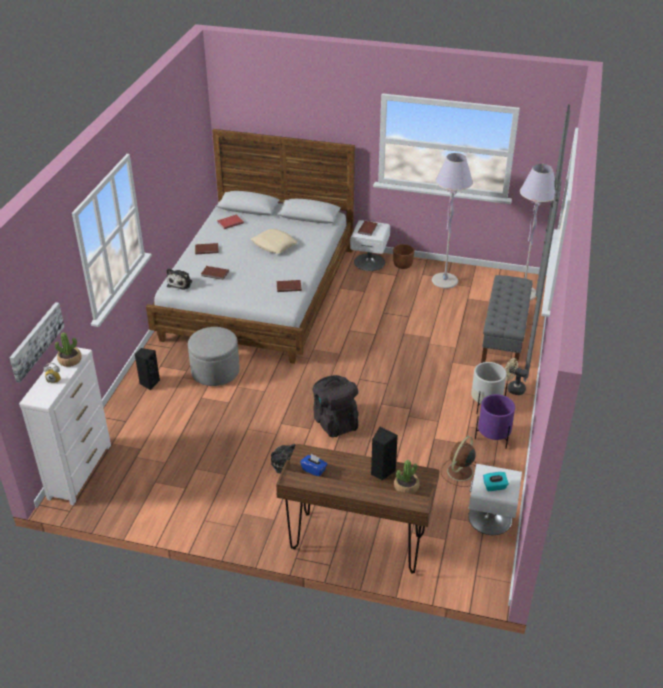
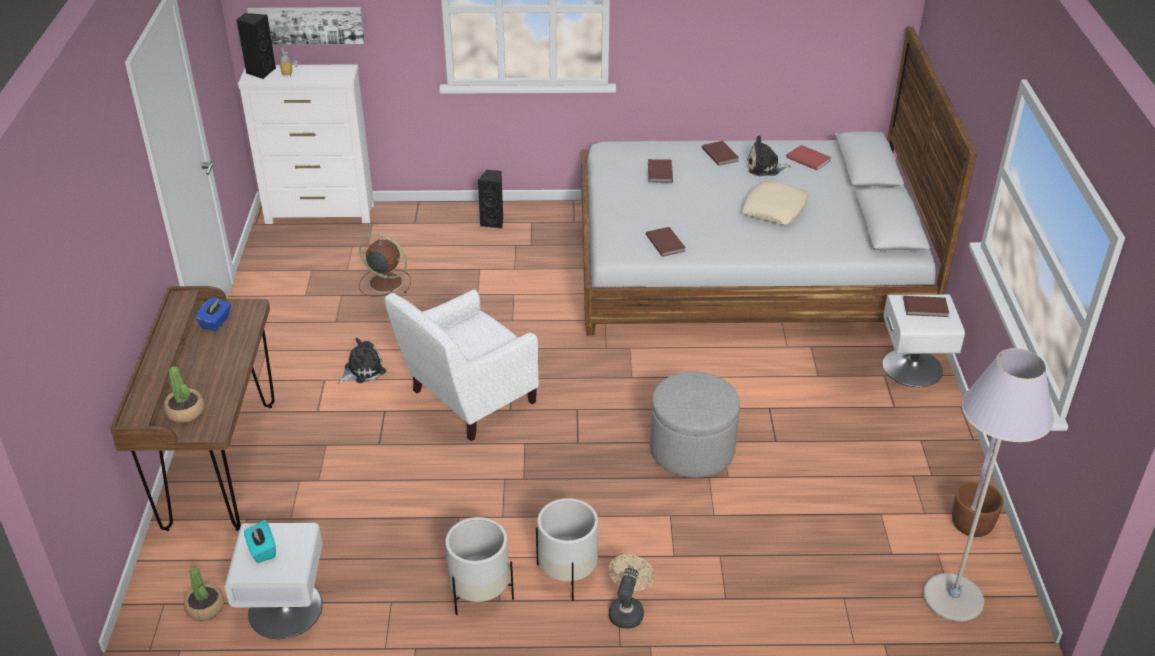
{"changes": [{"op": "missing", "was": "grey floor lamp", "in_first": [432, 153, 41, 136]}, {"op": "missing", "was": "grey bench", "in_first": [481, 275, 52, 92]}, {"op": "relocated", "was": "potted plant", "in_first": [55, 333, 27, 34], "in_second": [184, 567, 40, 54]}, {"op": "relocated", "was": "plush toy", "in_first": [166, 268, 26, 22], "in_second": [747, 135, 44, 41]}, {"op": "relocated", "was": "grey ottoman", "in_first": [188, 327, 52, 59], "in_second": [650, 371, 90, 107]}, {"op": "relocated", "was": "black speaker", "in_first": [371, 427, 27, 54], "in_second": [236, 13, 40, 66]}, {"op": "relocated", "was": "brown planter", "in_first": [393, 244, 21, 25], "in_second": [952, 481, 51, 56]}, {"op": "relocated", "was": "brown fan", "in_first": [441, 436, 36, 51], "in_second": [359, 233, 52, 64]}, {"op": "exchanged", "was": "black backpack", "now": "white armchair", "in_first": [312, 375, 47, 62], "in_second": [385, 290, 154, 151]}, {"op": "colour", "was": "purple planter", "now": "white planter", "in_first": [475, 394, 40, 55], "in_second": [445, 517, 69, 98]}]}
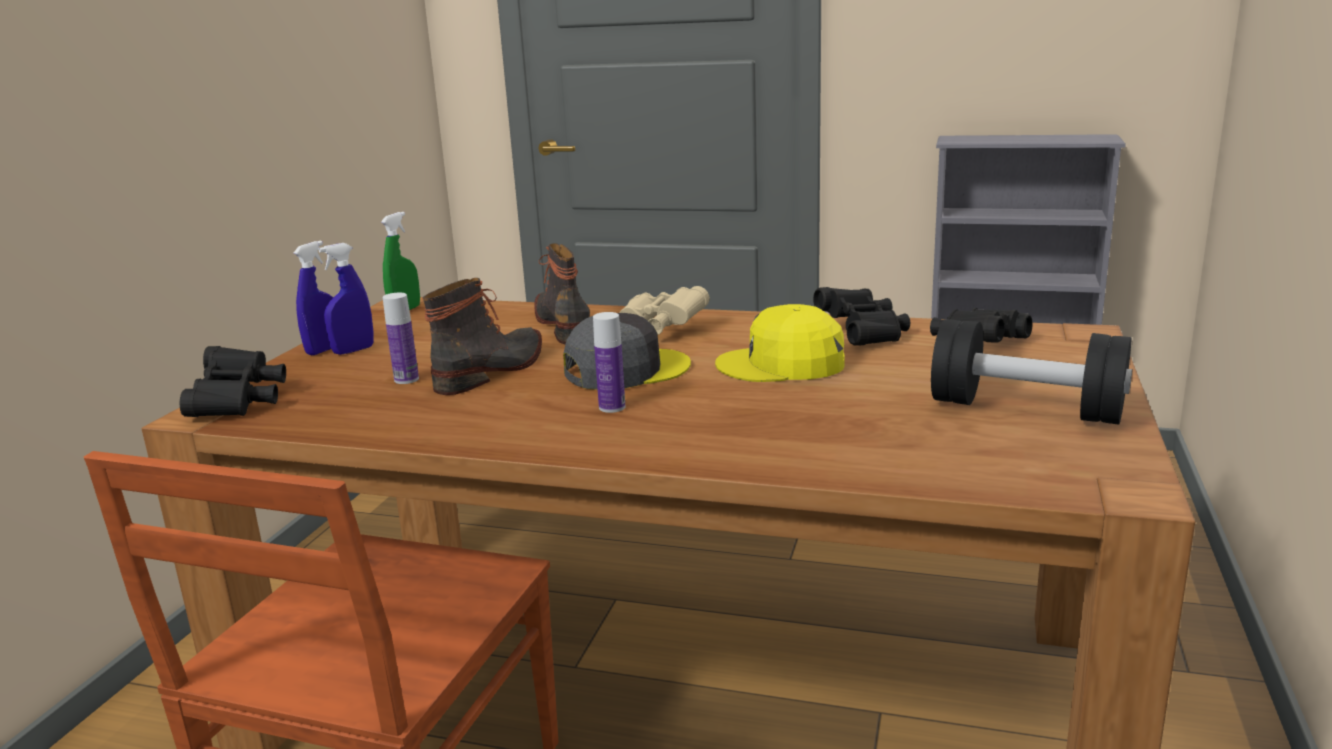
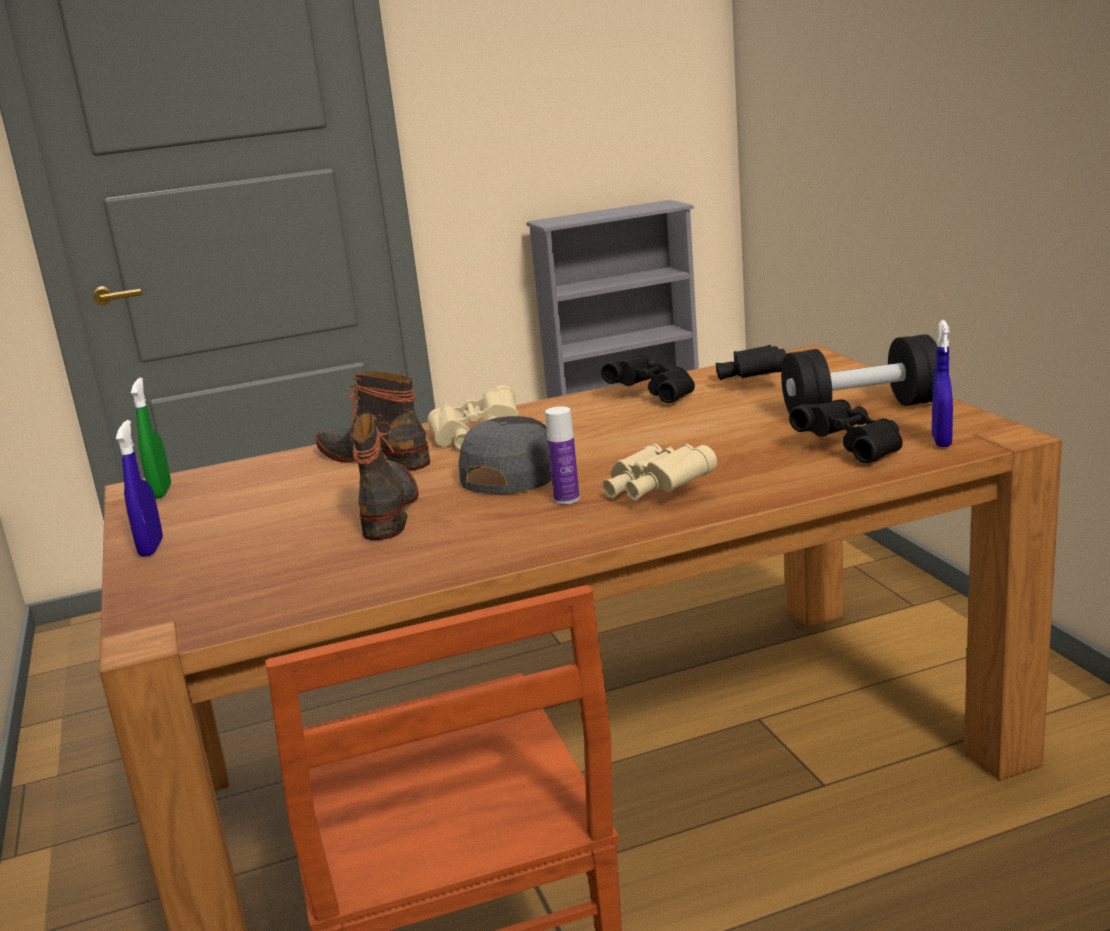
{"changes": [{"op": "missing", "was": "bottle", "in_first": [383, 293, 36, 91]}, {"op": "missing", "was": "yellow cap", "in_first": [715, 304, 130, 78]}, {"op": "appeared", "now": "beige binoculars", "in_second": [603, 444, 114, 57]}, {"op": "relocated", "was": "black binoculars", "in_first": [180, 346, 106, 71], "in_second": [789, 399, 114, 64]}, {"op": "relocated", "was": "blue spray bottle", "in_first": [319, 243, 55, 112], "in_second": [932, 320, 21, 127]}]}
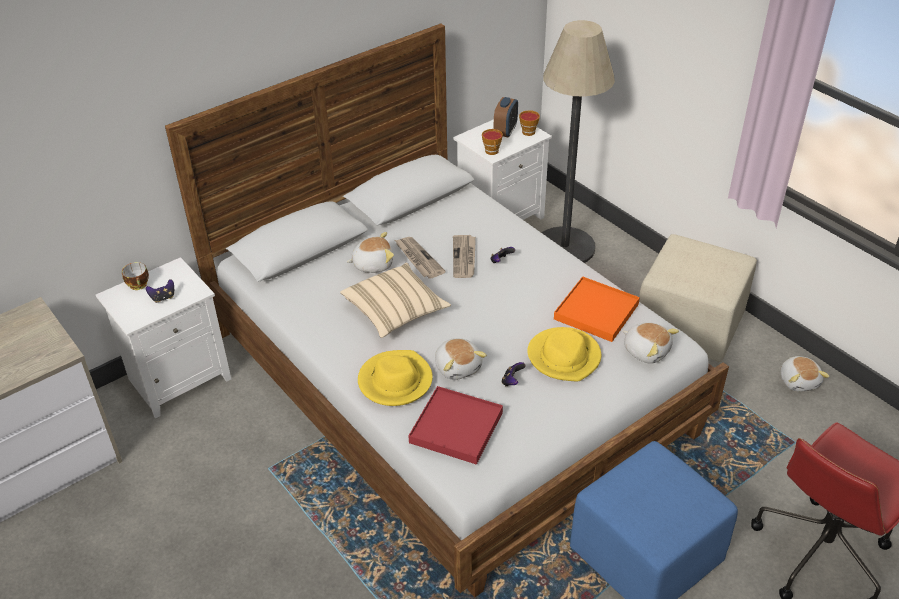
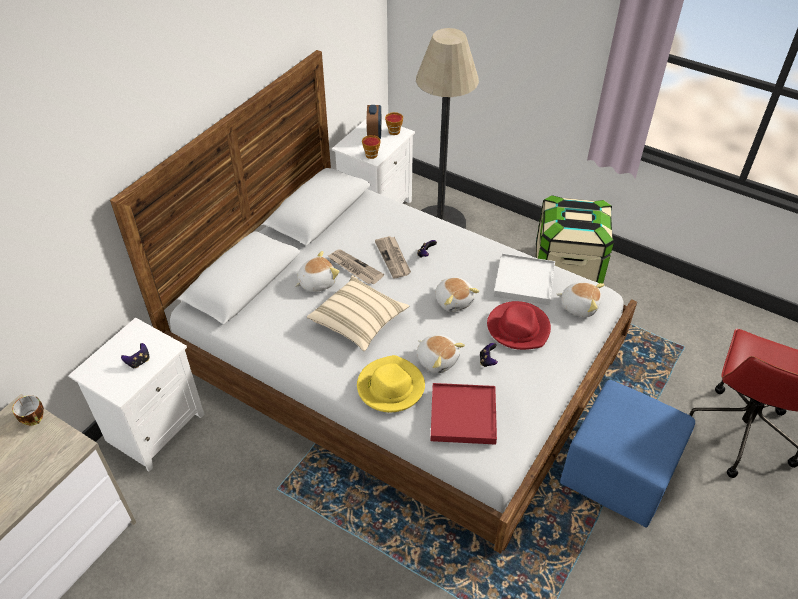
{"changes": [{"op": "relocated", "was": "cup", "in_first": [122, 262, 27, 28], "in_second": [12, 395, 32, 31]}, {"op": "relocated", "was": "plush toy", "in_first": [781, 356, 49, 36], "in_second": [435, 277, 45, 35]}, {"op": "exchanged", "was": "beige ottoman", "now": "storage box", "in_first": [639, 234, 118, 128], "in_second": [535, 195, 79, 88]}, {"op": "colour", "was": "yellow hat", "now": "red hat", "in_first": [527, 327, 74, 54], "in_second": [487, 301, 64, 49]}, {"op": "colour", "was": "orange tray", "now": "white tray", "in_first": [554, 276, 86, 66], "in_second": [494, 253, 61, 52]}]}
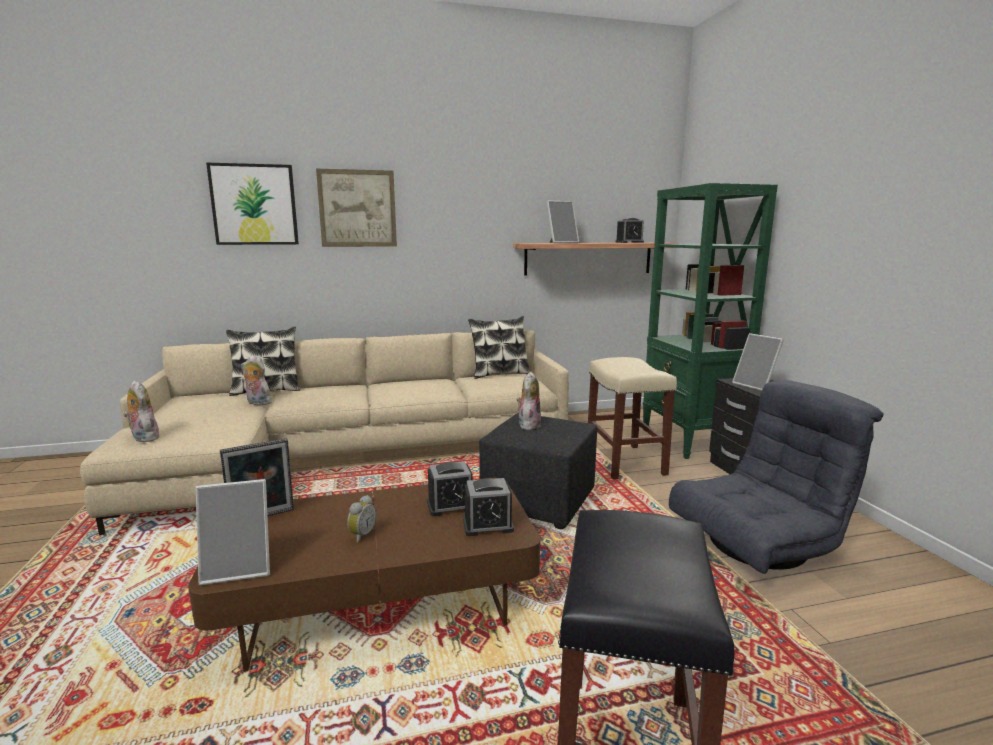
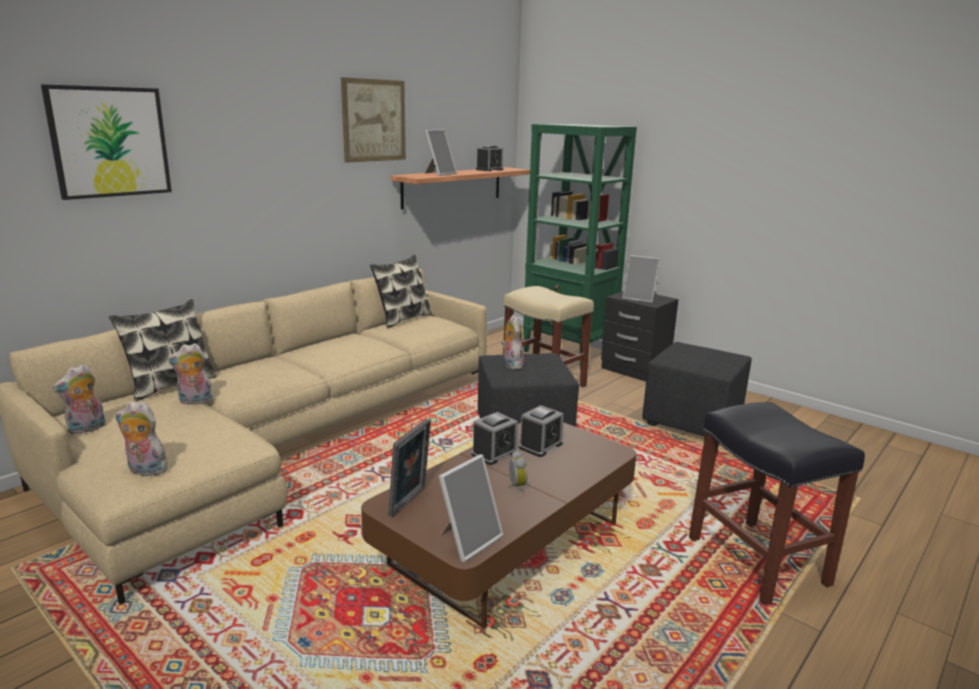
{"changes": [{"op": "appeared", "now": "plush toy", "in_second": [52, 364, 54, 71]}, {"op": "relocated", "was": "picture", "in_first": [316, 169, 81, 78], "in_second": [341, 77, 65, 86]}, {"op": "relocated", "was": "alarm clock", "in_first": [463, 478, 51, 58], "in_second": [471, 412, 47, 53]}, {"op": "exchanged", "was": "grey armchair", "now": "black ottoman", "in_first": [669, 379, 215, 195], "in_second": [643, 342, 109, 94]}]}
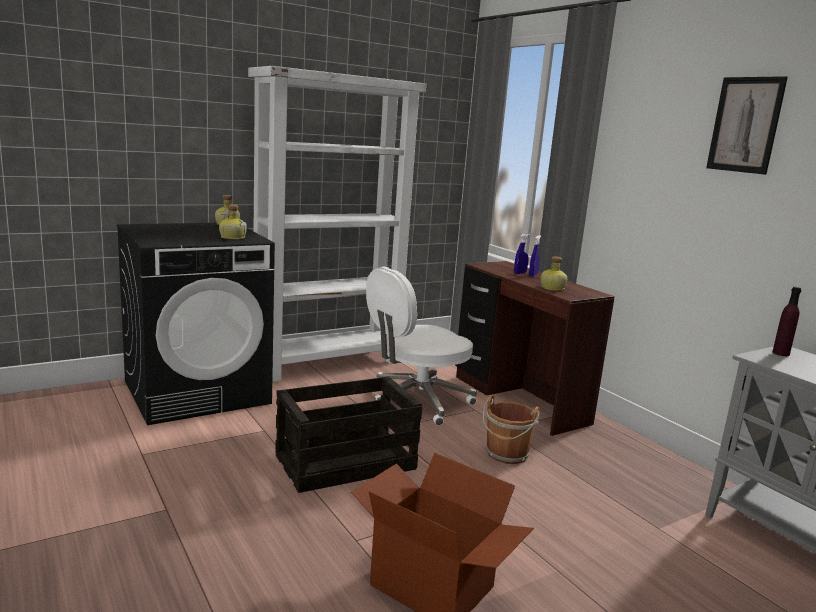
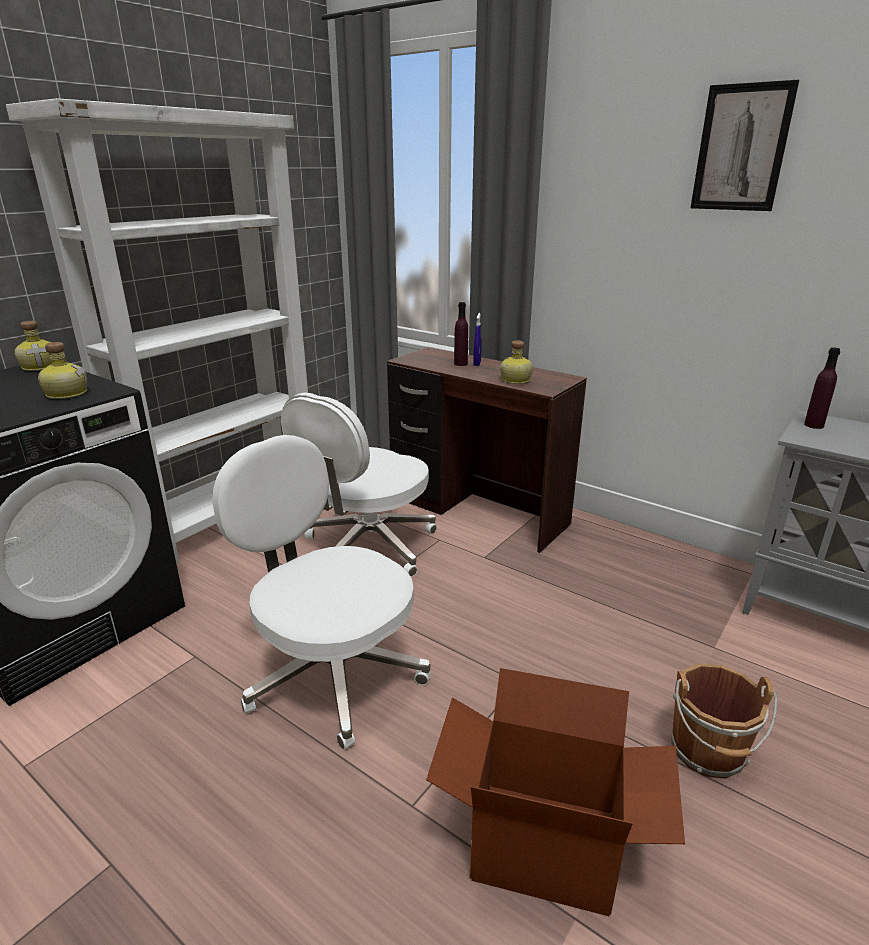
{"changes": [{"op": "relocated", "was": "brown bucket", "in_first": [483, 395, 57, 69], "in_second": [671, 664, 106, 115]}, {"op": "exchanged", "was": "crate", "now": "white office chair", "in_first": [275, 376, 147, 117], "in_second": [212, 435, 219, 315]}, {"op": "exchanged", "was": "blue spray bottle", "now": "purple bottle", "in_first": [514, 234, 16, 40], "in_second": [454, 302, 14, 64]}]}
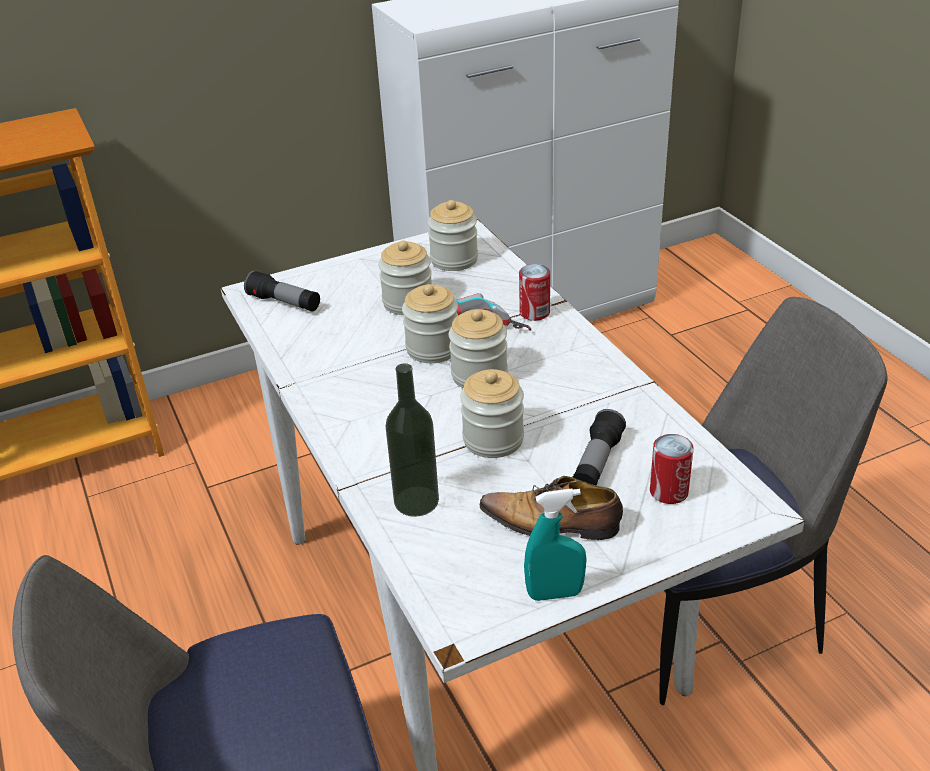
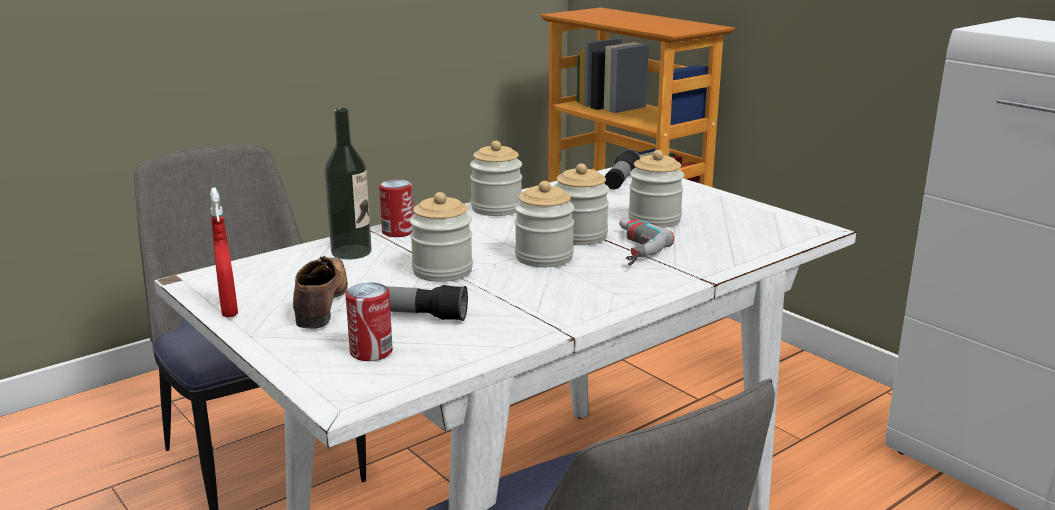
{"changes": [{"op": "relocated", "was": "jar", "in_first": [427, 200, 51, 71], "in_second": [470, 141, 52, 75]}, {"op": "relocated", "was": "can", "in_first": [519, 264, 31, 57], "in_second": [379, 179, 34, 58]}, {"op": "colour", "was": "turquoise spray bottle", "now": "red spray bottle", "in_first": [524, 488, 62, 113], "in_second": [210, 187, 28, 130]}]}
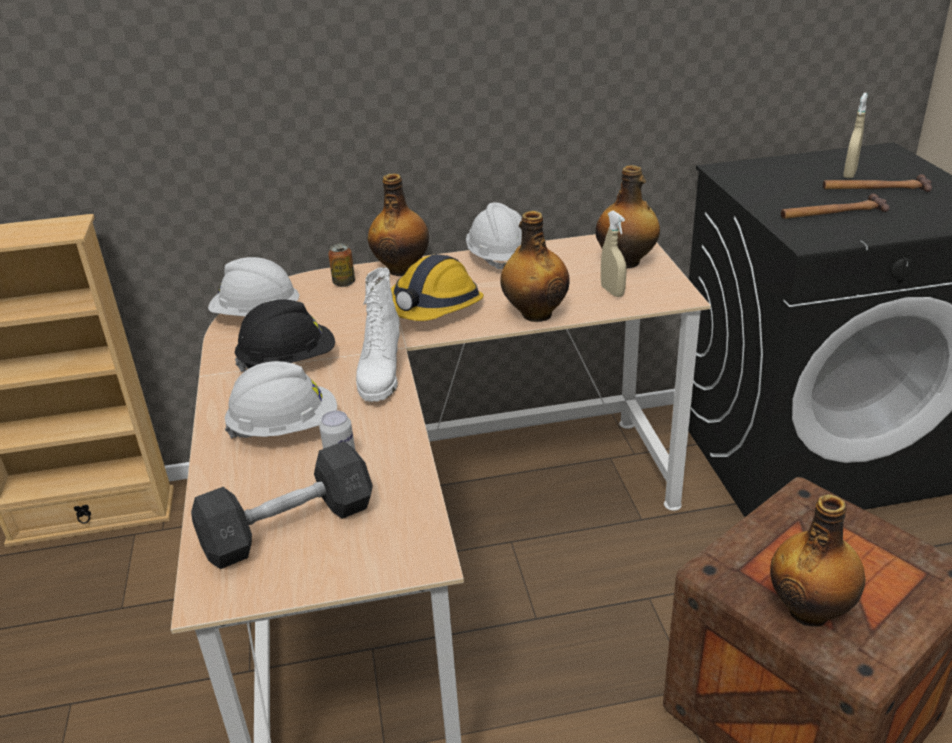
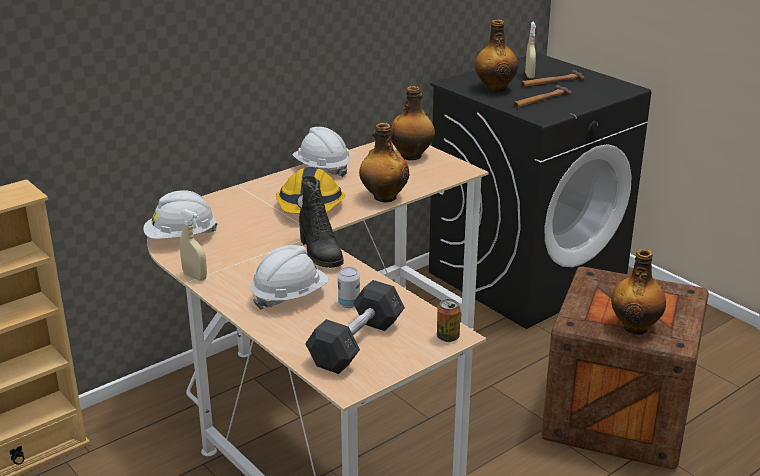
{"changes": [{"op": "missing", "was": "black hard hat", "in_first": [235, 299, 100, 73]}, {"op": "relocated", "was": "can", "in_first": [328, 243, 27, 44], "in_second": [437, 299, 24, 43]}, {"op": "relocated", "was": "bottle", "in_first": [368, 174, 61, 102], "in_second": [475, 20, 43, 72]}, {"op": "relocated", "was": "beige spray bottle", "in_first": [601, 211, 26, 86], "in_second": [180, 209, 27, 72]}, {"op": "colour", "was": "white boot", "now": "black boot", "in_first": [356, 267, 44, 135], "in_second": [299, 175, 45, 93]}]}
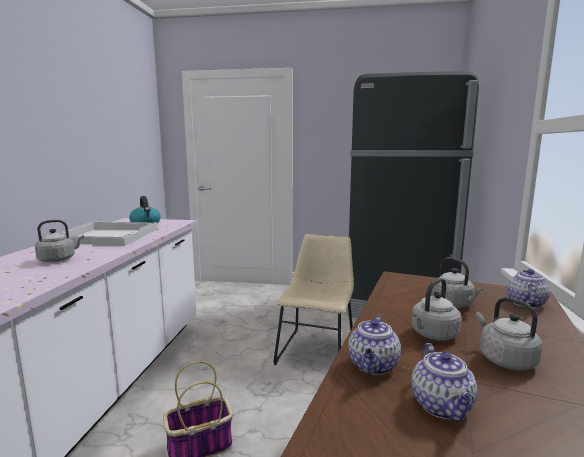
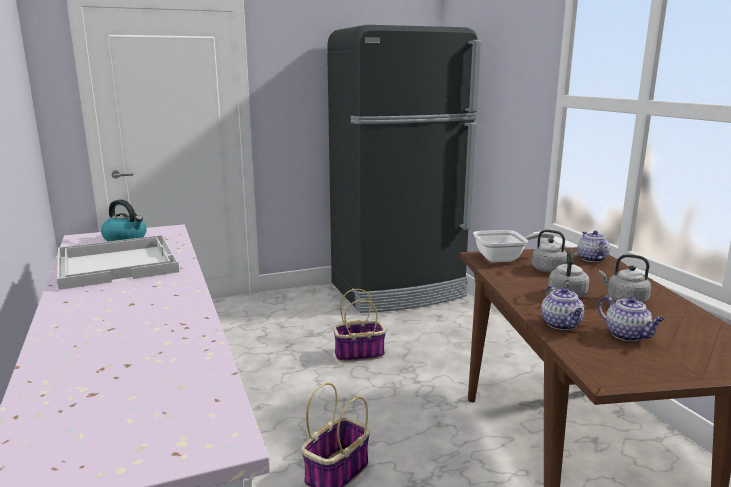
{"changes": [{"op": "missing", "was": "grey kettle", "in_first": [35, 220, 49, 42]}, {"op": "appeared", "now": "frying pan", "in_second": [473, 230, 82, 32]}, {"op": "exchanged", "was": "beige chair", "now": "basket", "in_first": [273, 234, 81, 131], "in_second": [333, 289, 53, 73]}]}
